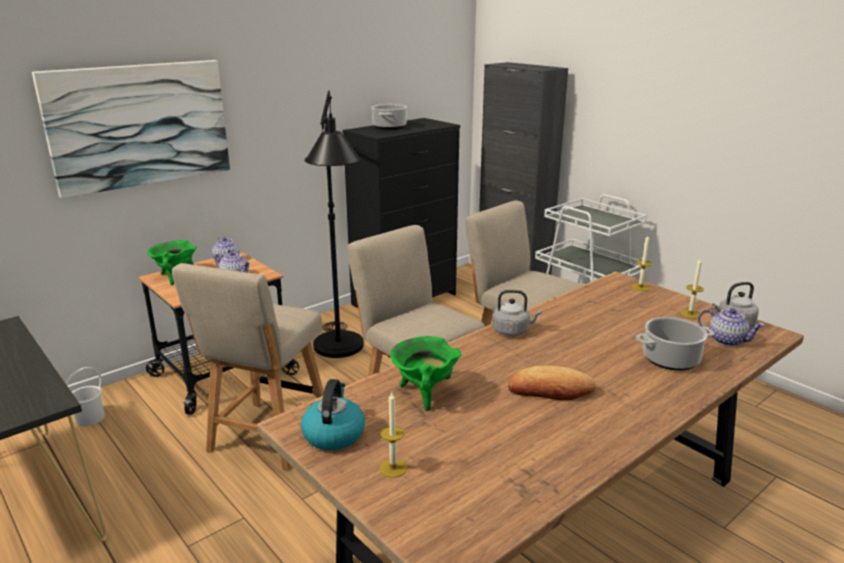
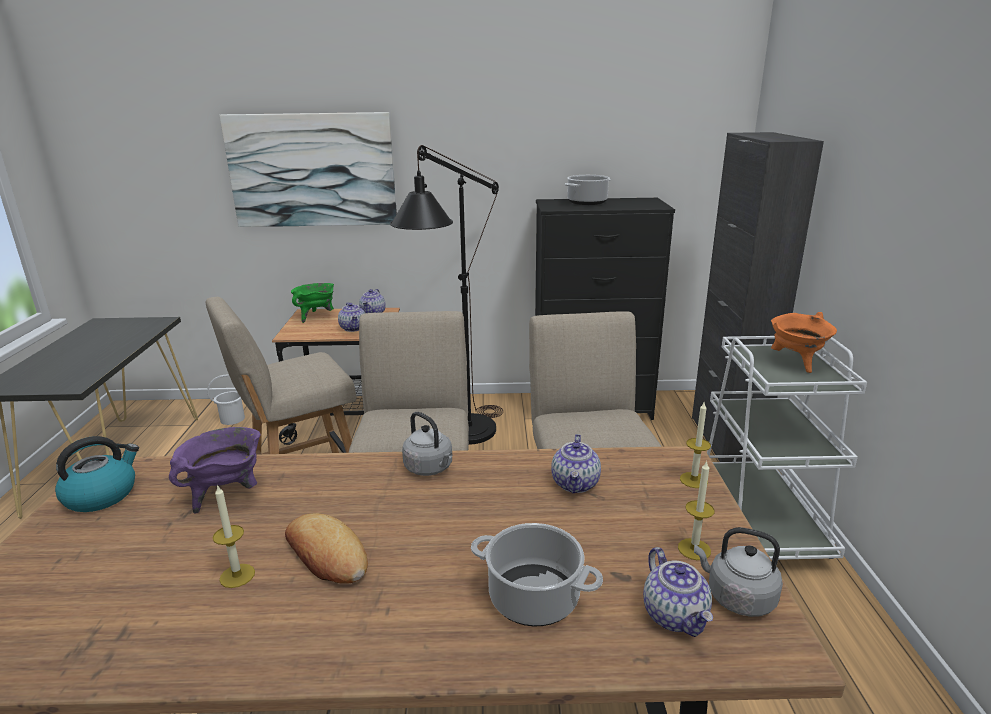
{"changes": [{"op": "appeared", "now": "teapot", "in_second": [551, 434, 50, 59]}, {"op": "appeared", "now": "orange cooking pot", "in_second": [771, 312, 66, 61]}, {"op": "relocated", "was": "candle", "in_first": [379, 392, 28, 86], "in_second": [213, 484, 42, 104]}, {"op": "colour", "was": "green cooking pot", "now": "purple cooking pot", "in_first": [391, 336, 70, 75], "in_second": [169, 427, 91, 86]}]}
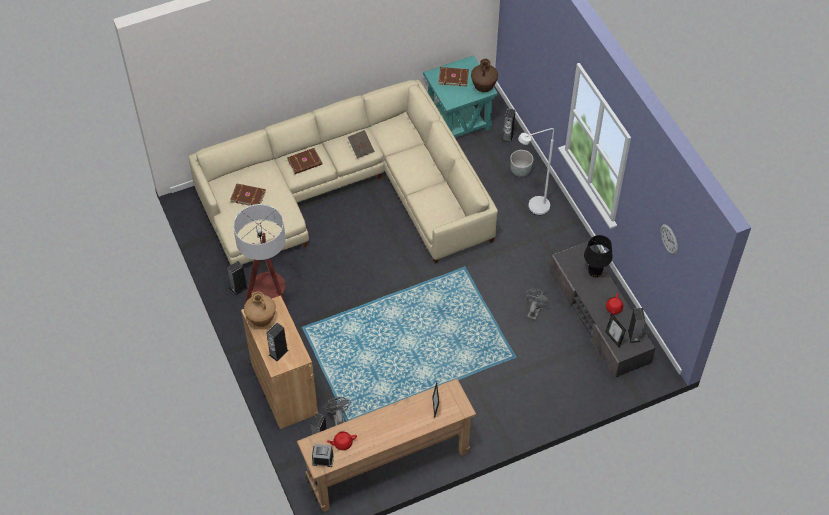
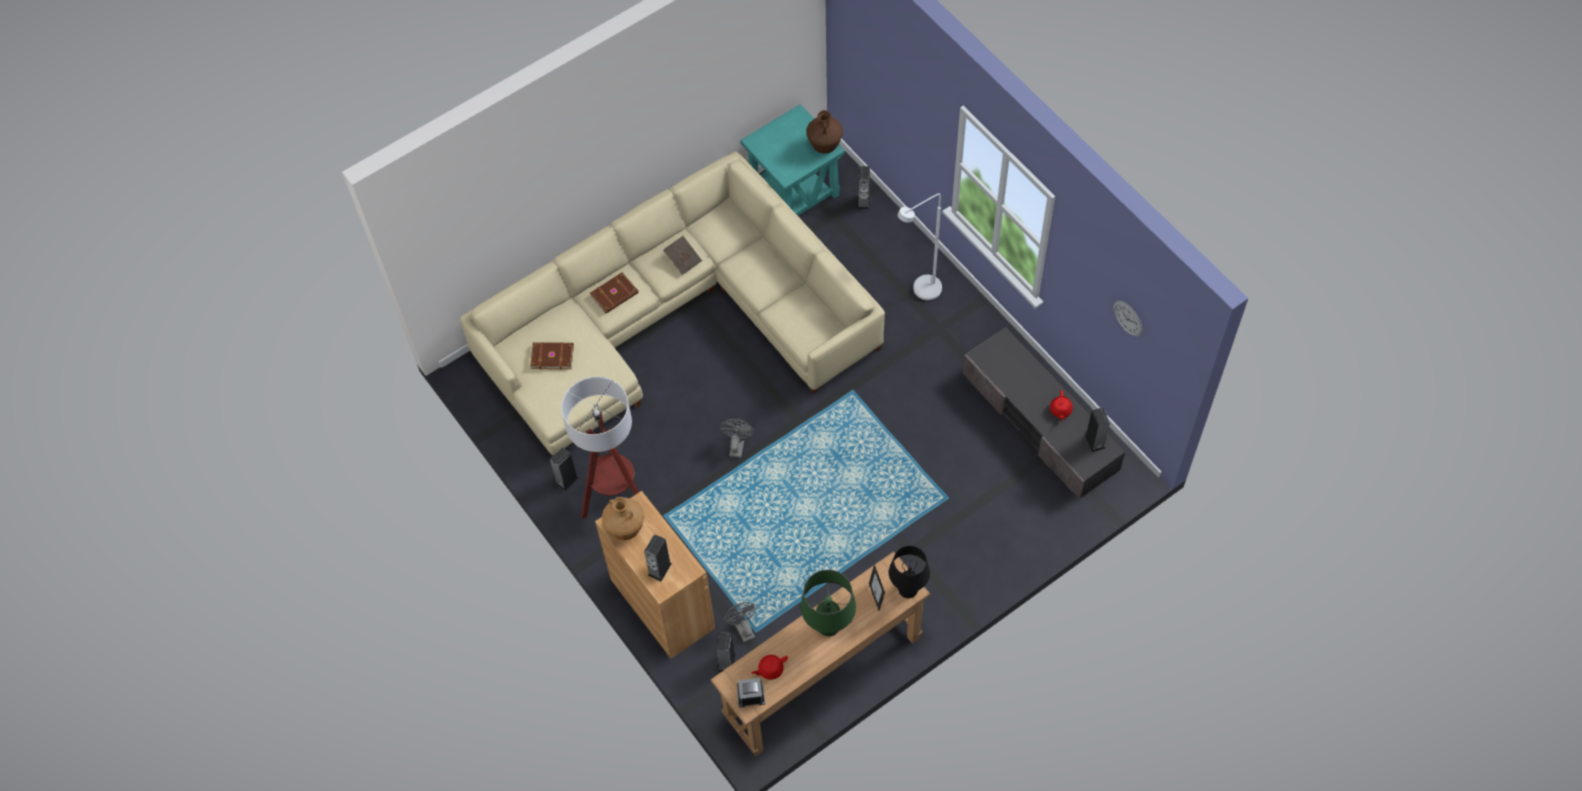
{"changes": [{"op": "missing", "was": "brown book", "in_first": [438, 67, 31, 19]}, {"op": "missing", "was": "grey planter", "in_first": [510, 150, 23, 27]}, {"op": "missing", "was": "picture frame", "in_first": [605, 314, 21, 33]}, {"op": "appeared", "now": "green table lamp", "in_second": [801, 570, 55, 67]}, {"op": "relocated", "was": "grey fan", "in_first": [525, 289, 25, 32], "in_second": [720, 419, 34, 39]}, {"op": "relocated", "was": "black table lamp", "in_first": [584, 235, 29, 42], "in_second": [889, 546, 41, 52]}]}
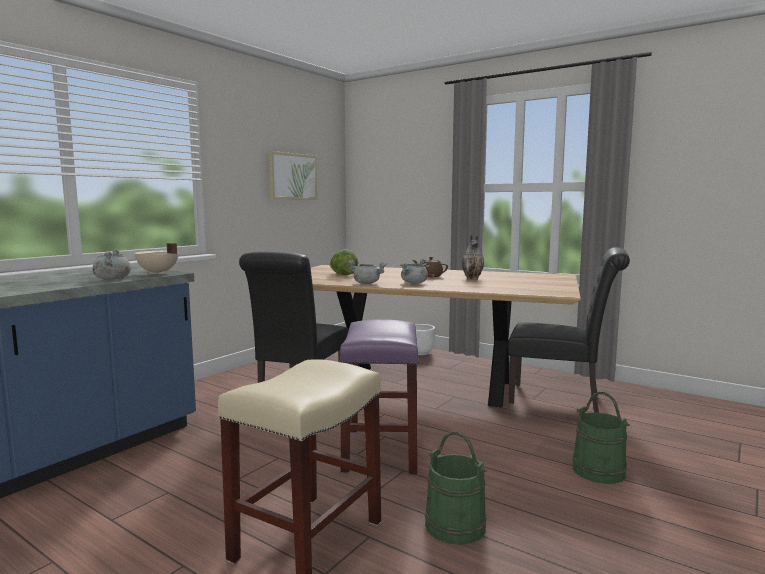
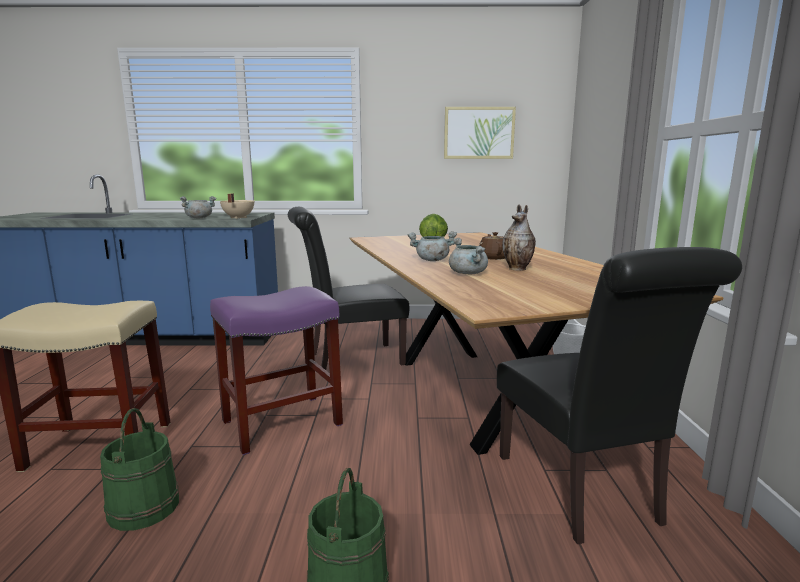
{"changes": [{"op": "relocated", "was": "grey cooking pot", "in_first": [348, 260, 39, 24], "in_second": [449, 238, 39, 36]}]}
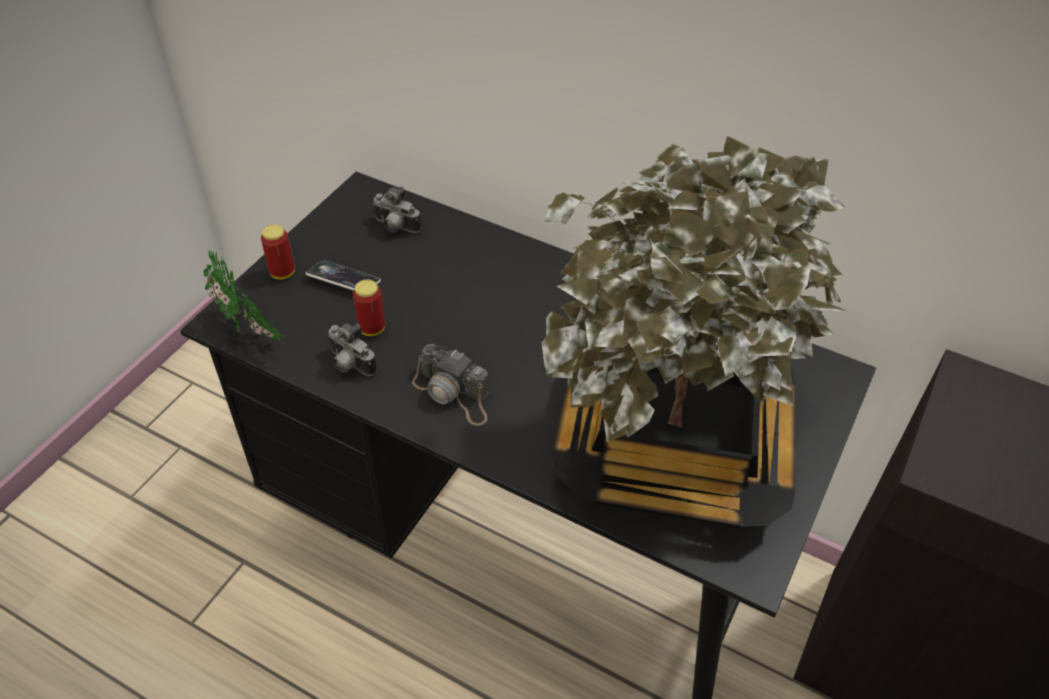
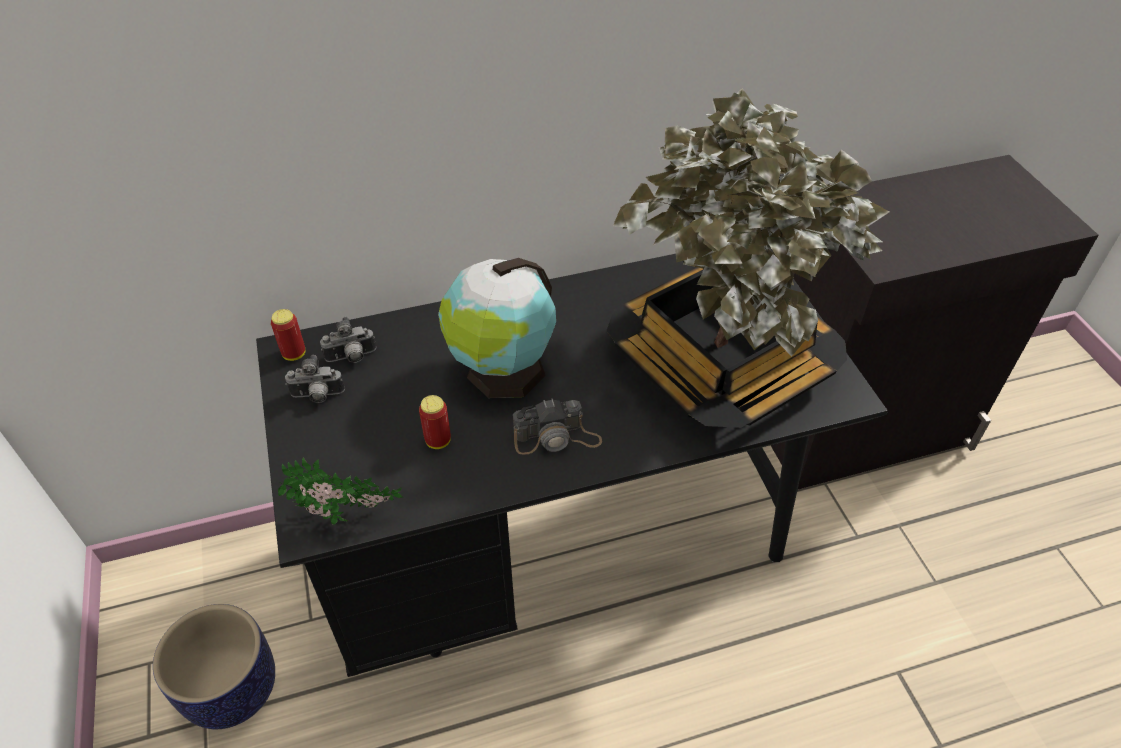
{"changes": [{"op": "missing", "was": "phone", "in_first": [306, 260, 75, 31]}, {"op": "appeared", "now": "planter", "in_second": [153, 604, 122, 125]}, {"op": "appeared", "now": "globe", "in_second": [438, 258, 118, 140]}, {"op": "relocated", "was": "can", "in_first": [261, 224, 34, 55], "in_second": [271, 309, 34, 52]}, {"op": "relocated", "was": "photo camera", "in_first": [328, 323, 49, 53], "in_second": [285, 355, 60, 48]}]}
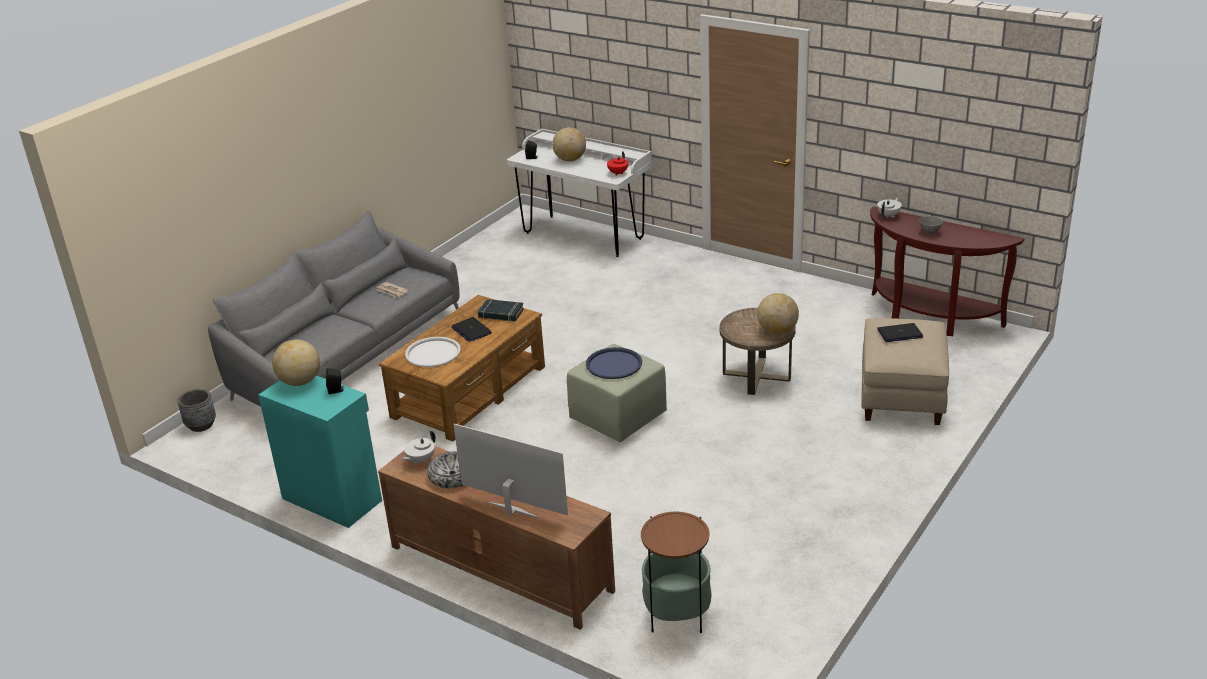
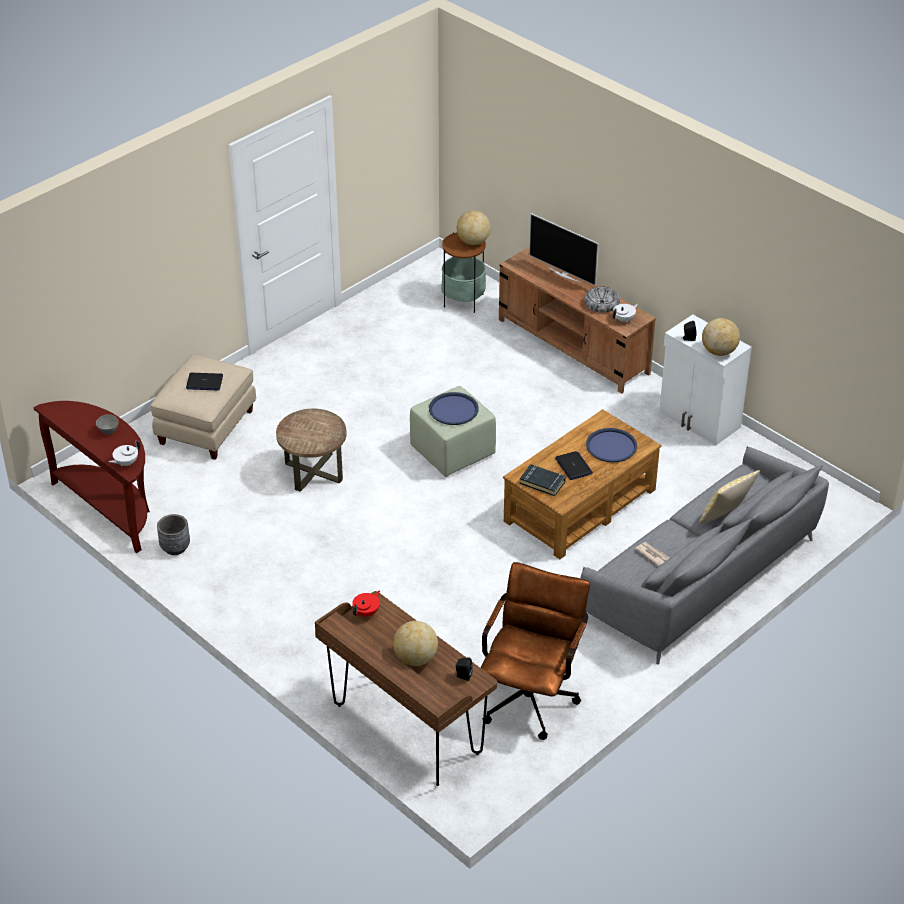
{"changes": [{"op": "appeared", "now": "brown office chair", "in_second": [481, 562, 109, 178]}, {"op": "appeared", "now": "pillow", "in_second": [699, 470, 61, 53]}, {"op": "relocated", "was": "grey planter", "in_first": [178, 389, 38, 43], "in_second": [157, 514, 33, 41]}, {"op": "relocated", "was": "globe", "in_first": [757, 293, 42, 41], "in_second": [457, 211, 34, 34]}, {"op": "colour", "was": "turquoise cabinet", "now": "white cabinet", "in_first": [258, 376, 124, 152], "in_second": [659, 315, 93, 130]}, {"op": "colour", "was": "white tray", "now": "blue tray", "in_first": [405, 337, 56, 30], "in_second": [586, 428, 51, 34]}, {"op": "colour", "was": "white desk", "now": "brown desk", "in_first": [507, 129, 145, 128], "in_second": [315, 591, 182, 195]}]}
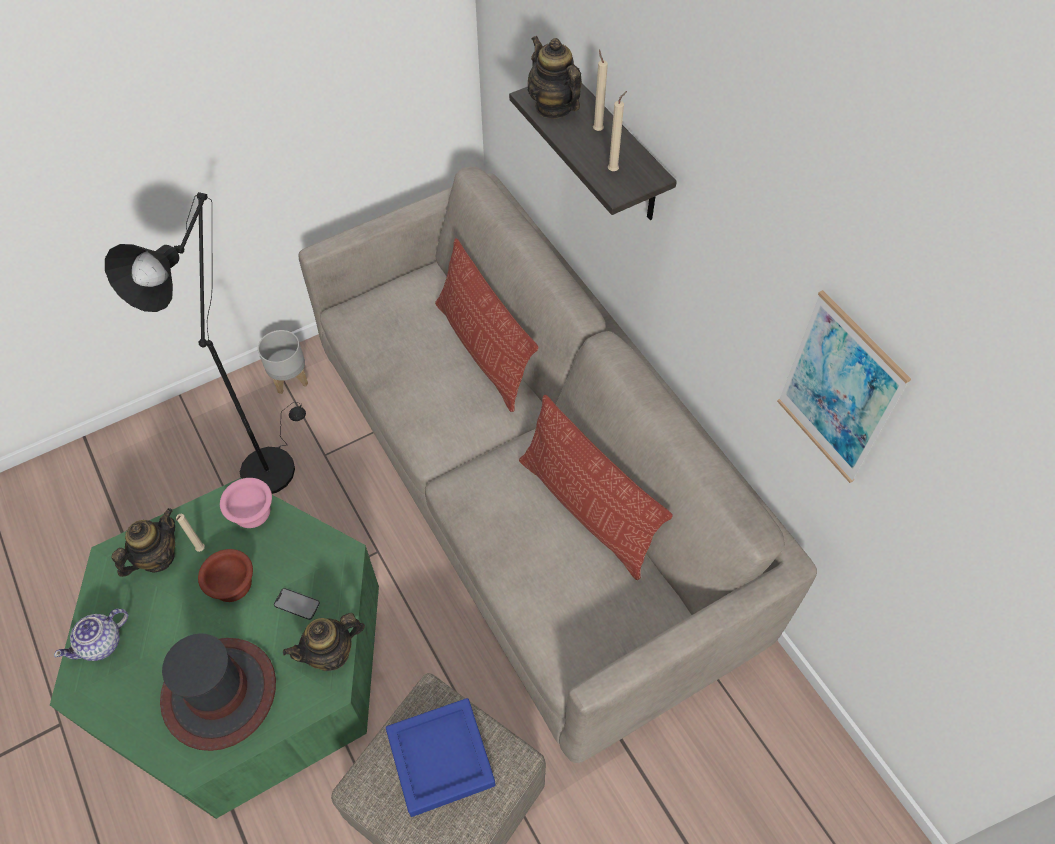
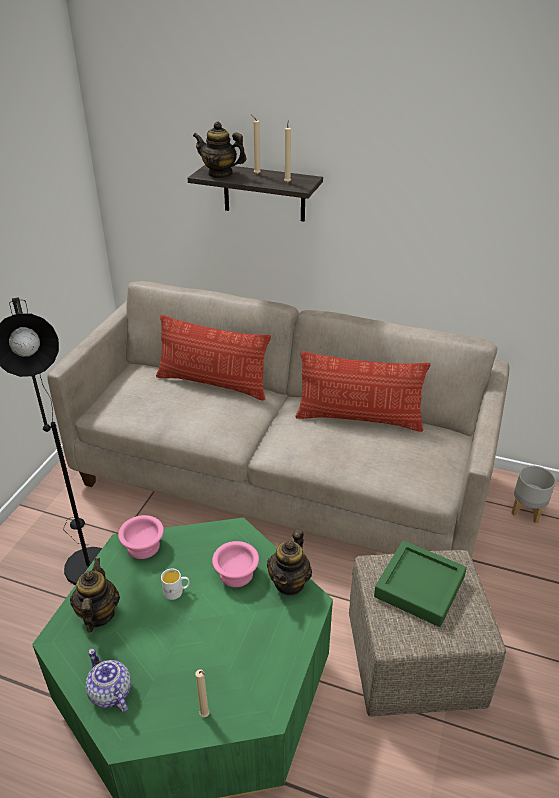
{"changes": [{"op": "missing", "was": "hat", "in_first": [160, 633, 116, 118]}, {"op": "missing", "was": "picture", "in_first": [777, 290, 134, 193]}, {"op": "relocated", "was": "beige candle", "in_first": [176, 514, 29, 38], "in_second": [195, 669, 15, 48]}, {"op": "relocated", "was": "grey planter", "in_first": [258, 330, 50, 64], "in_second": [512, 466, 44, 57]}, {"op": "exchanged", "was": "brown bowl", "now": "white mug", "in_first": [198, 549, 55, 53], "in_second": [161, 568, 28, 32]}, {"op": "exchanged", "was": "phone", "now": "pink bowl", "in_first": [274, 588, 46, 32], "in_second": [212, 541, 47, 46]}, {"op": "colour", "was": "blue tray", "now": "green tray", "in_first": [386, 698, 109, 119], "in_second": [374, 540, 93, 87]}, {"op": "spun", "was": "teapot", "in_first": [54, 609, 74, 52], "in_second": [85, 648, 46, 64], "clockwise": 135}]}
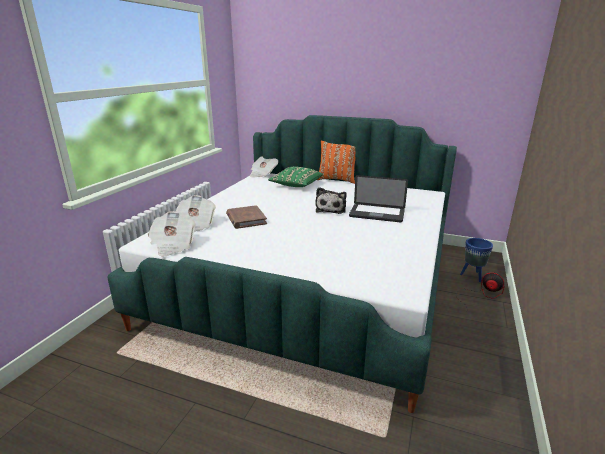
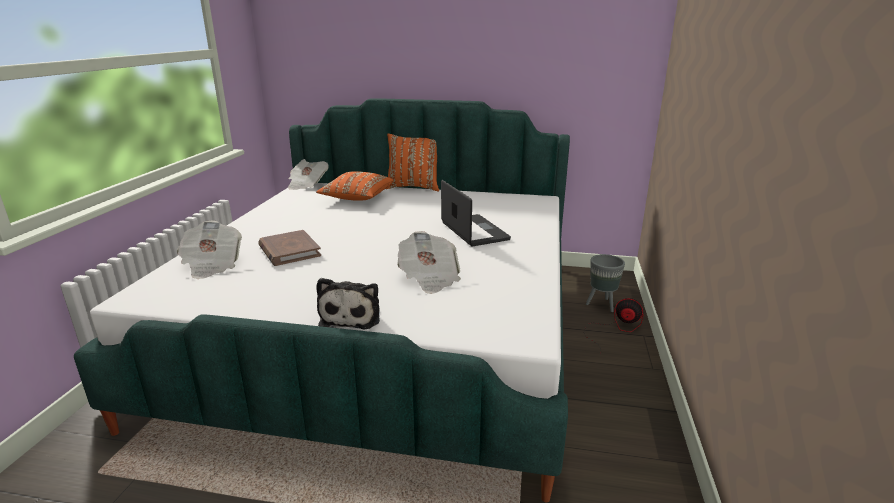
{"changes": [{"op": "relocated", "was": "newspaper", "in_first": [148, 211, 48, 46], "in_second": [397, 231, 64, 63]}, {"op": "relocated", "was": "plush toy", "in_first": [315, 187, 32, 27], "in_second": [316, 278, 64, 52]}, {"op": "colour", "was": "green pillow", "now": "orange pillow", "in_first": [268, 167, 55, 20], "in_second": [316, 171, 78, 30]}, {"op": "colour", "was": "blue planter", "now": "grey planter", "in_first": [460, 238, 33, 44], "in_second": [586, 254, 39, 58]}, {"op": "spun", "was": "laptop", "in_first": [349, 175, 59, 47], "in_second": [441, 180, 70, 66], "clockwise": -120}]}
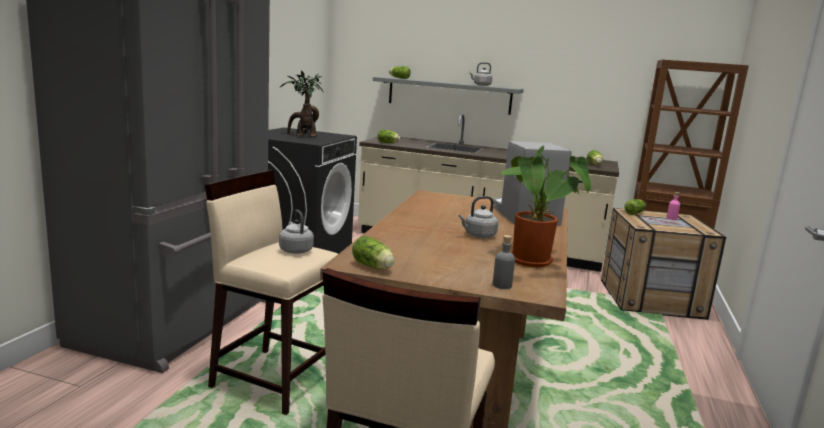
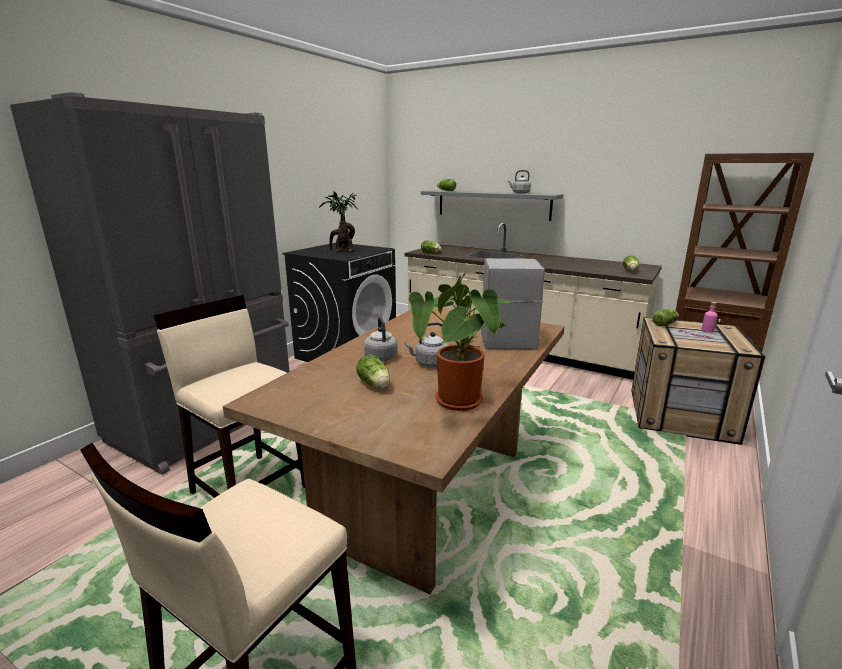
{"changes": [{"op": "missing", "was": "grey bottle", "in_first": [493, 235, 22, 54]}, {"op": "relocated", "was": "grey kettle", "in_first": [279, 209, 35, 45], "in_second": [364, 317, 34, 44]}, {"op": "relocated", "was": "lettuce", "in_first": [352, 236, 43, 33], "in_second": [356, 354, 34, 34]}]}
